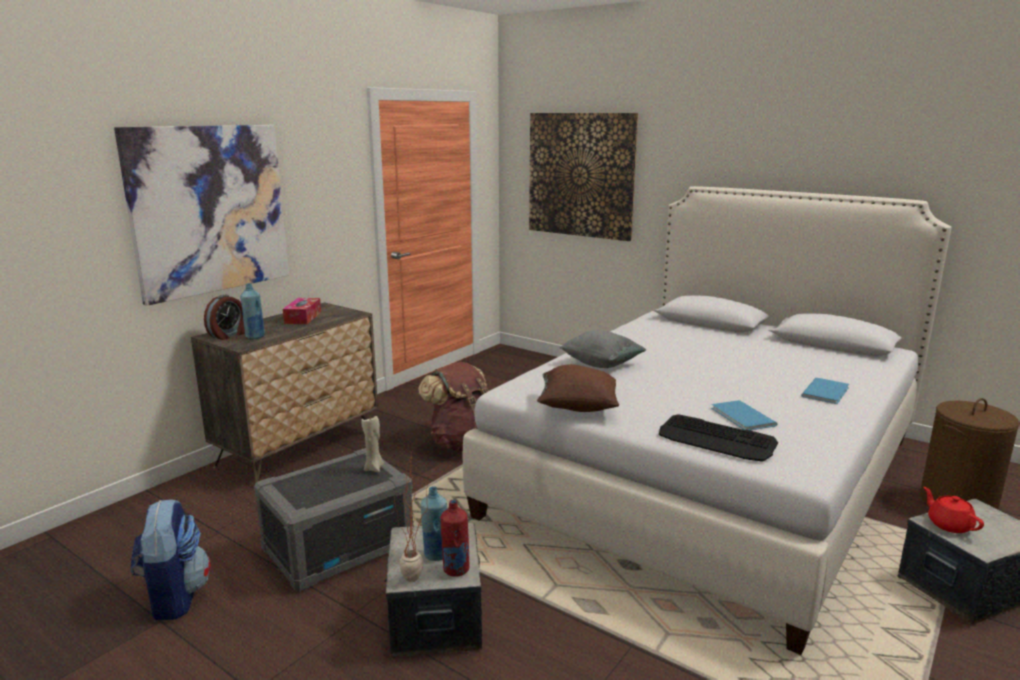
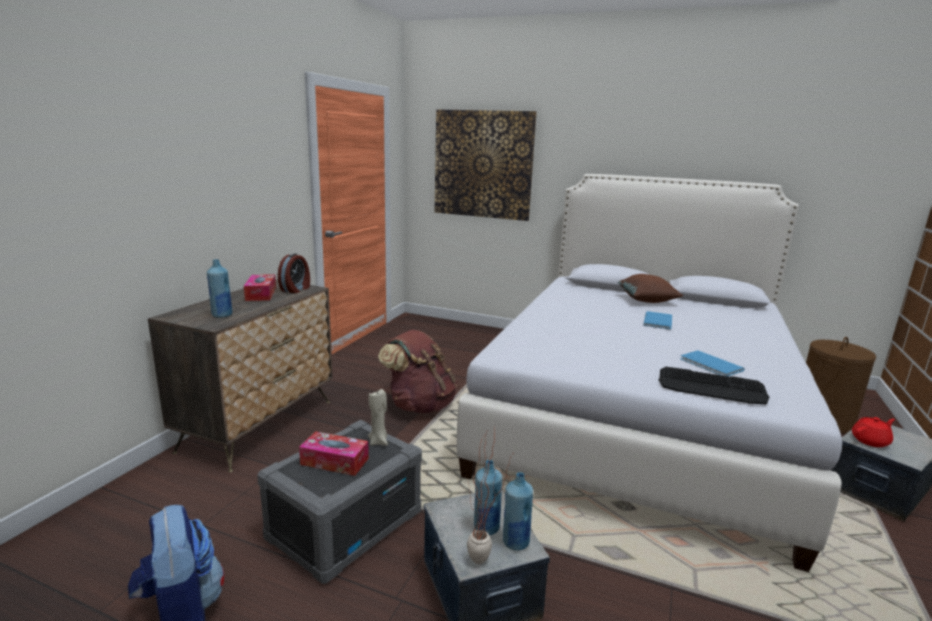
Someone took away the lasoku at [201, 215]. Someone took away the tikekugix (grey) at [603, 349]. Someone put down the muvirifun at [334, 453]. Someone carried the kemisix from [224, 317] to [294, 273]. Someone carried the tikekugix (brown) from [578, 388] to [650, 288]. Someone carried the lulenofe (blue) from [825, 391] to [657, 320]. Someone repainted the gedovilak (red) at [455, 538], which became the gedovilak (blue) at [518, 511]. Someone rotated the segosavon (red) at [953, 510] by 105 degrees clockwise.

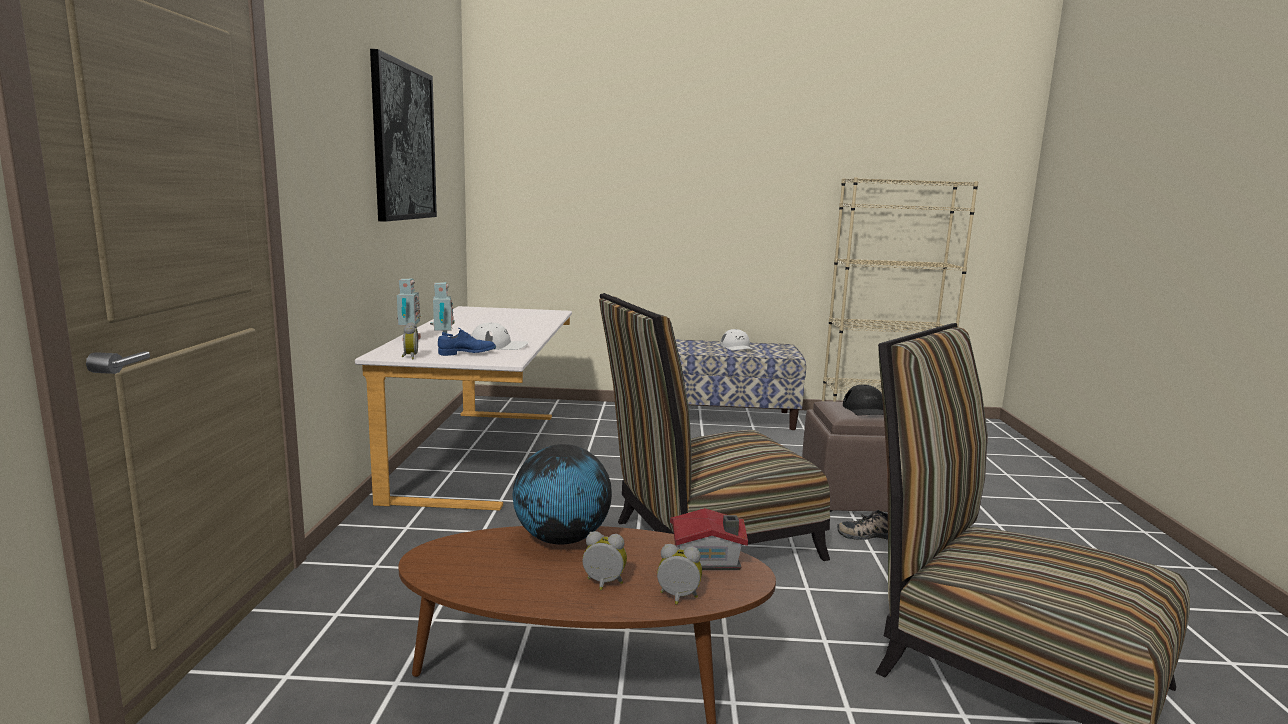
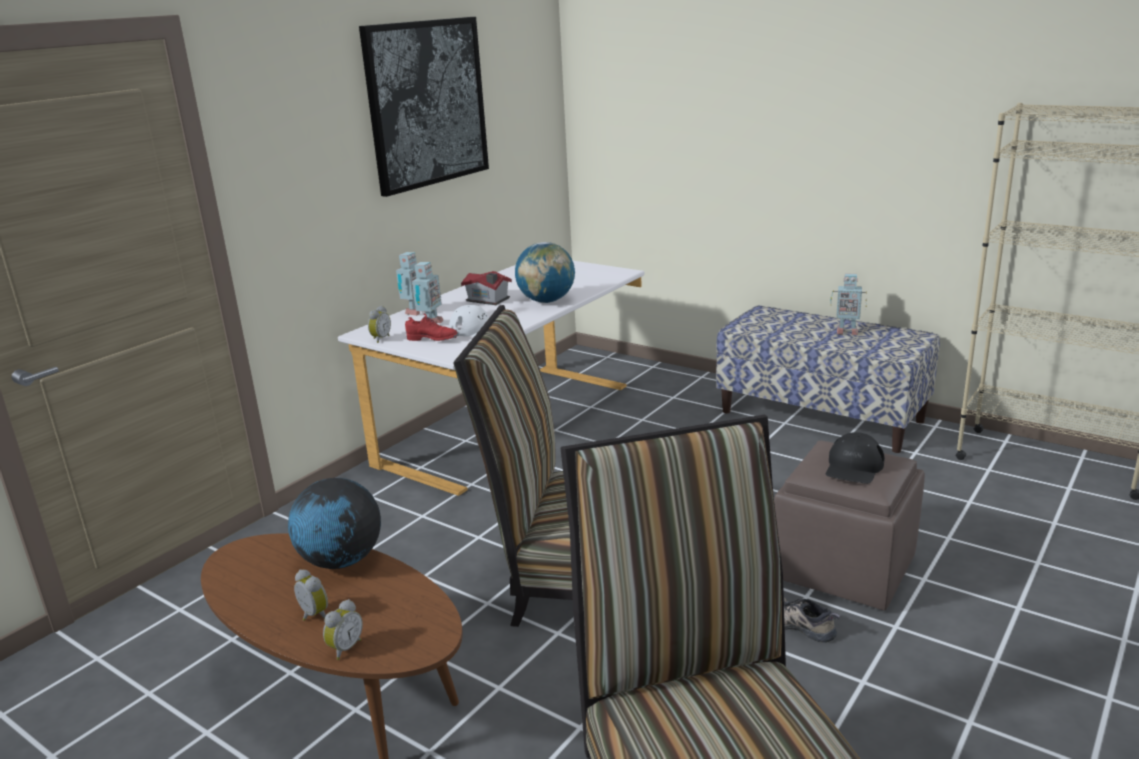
Someone put down the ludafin at [545, 272]. Someone carried the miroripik from [709, 539] to [486, 288]. Someone swapped the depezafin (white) at [737, 339] for the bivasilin at [848, 304]. Someone repainted the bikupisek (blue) at [467, 342], which became the bikupisek (red) at [432, 327]. Someone rotated the kemisix at [679, 574] by 75 degrees clockwise.

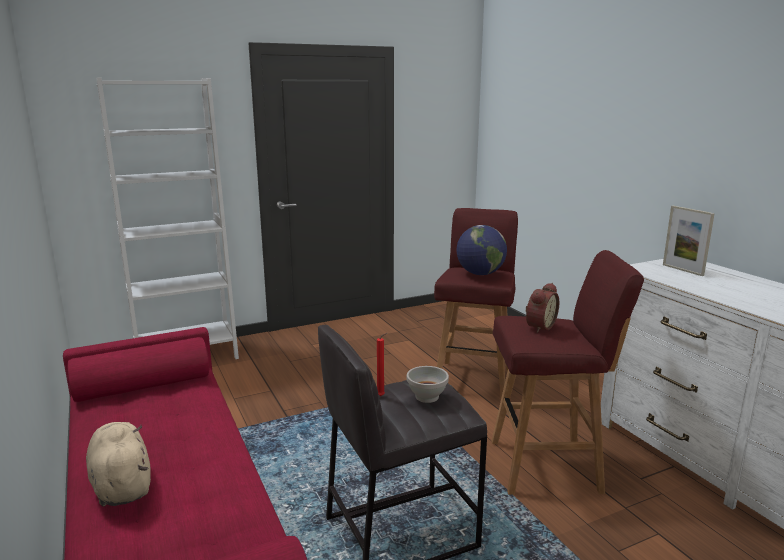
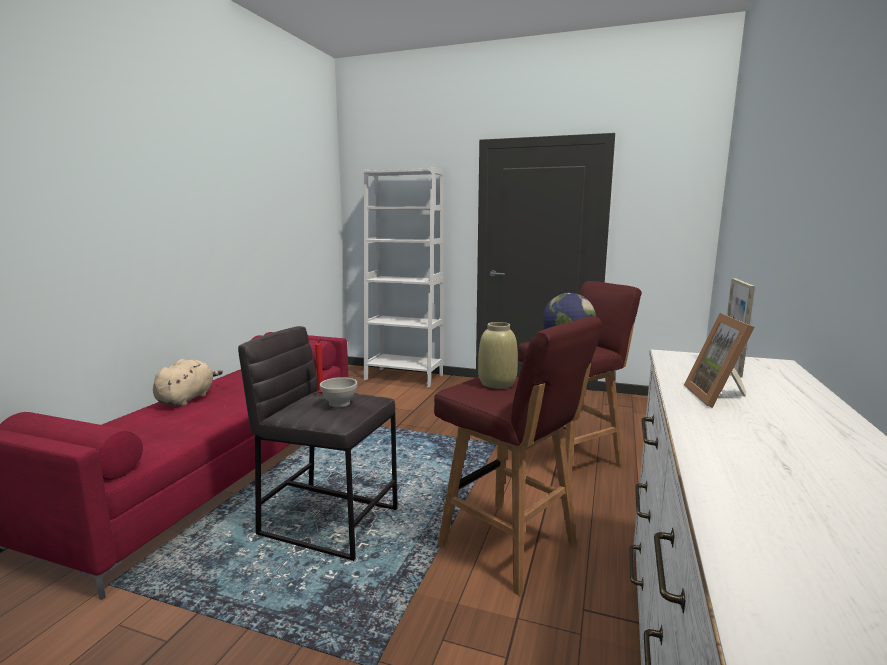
Someone put down the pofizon at [719, 360]. Someone swapped the kemisix at [542, 308] for the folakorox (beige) at [498, 355].

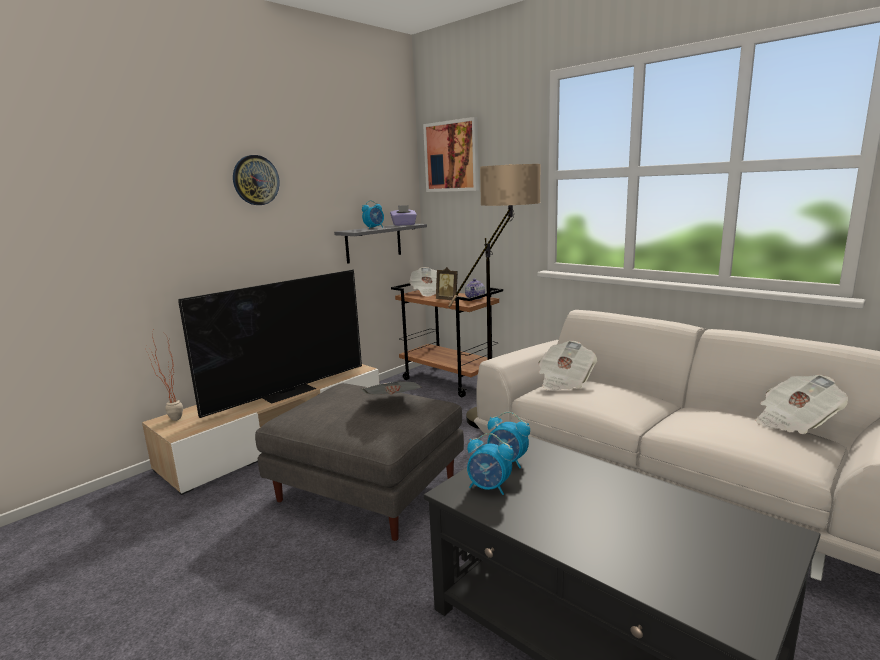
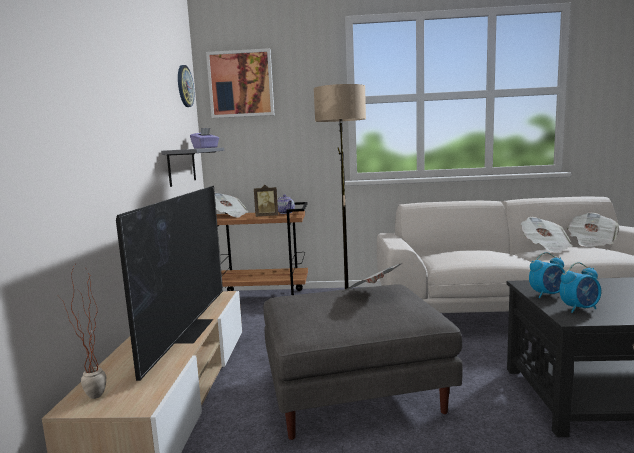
Someone took away the kemisix at [373, 214]. Someone carried the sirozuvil from [256, 180] to [186, 86]. Someone carried the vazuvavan from [567, 366] to [547, 235].

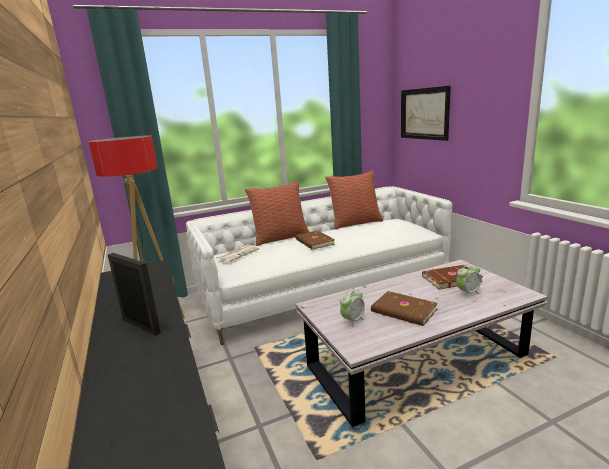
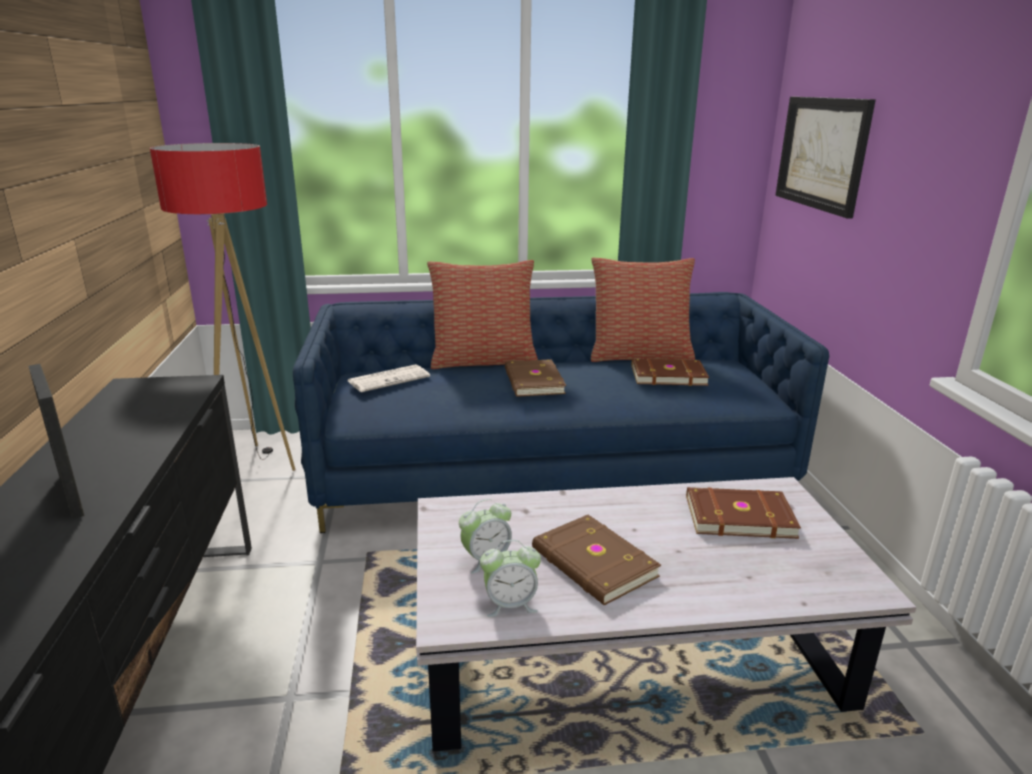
Someone put down the lulenofe (brown) at [670, 372]. Someone carried the kemisix from [468, 280] to [510, 578]. Someone repainted the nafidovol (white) at [319, 265], which became the nafidovol (blue) at [561, 412].

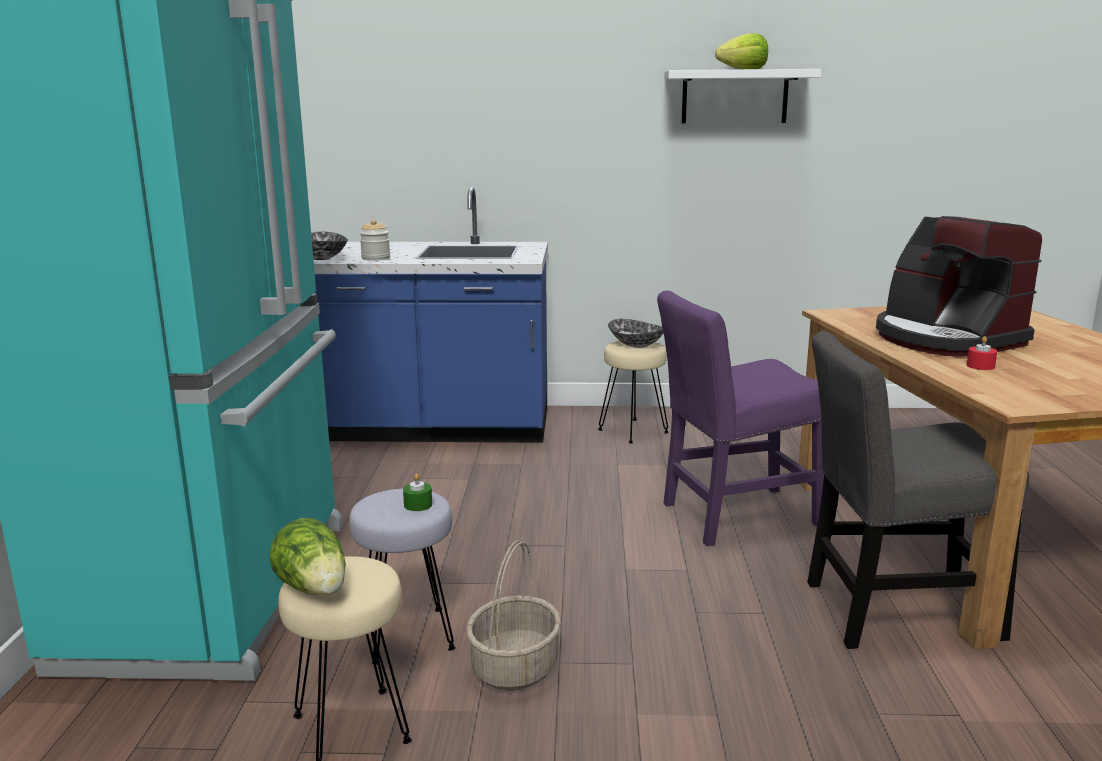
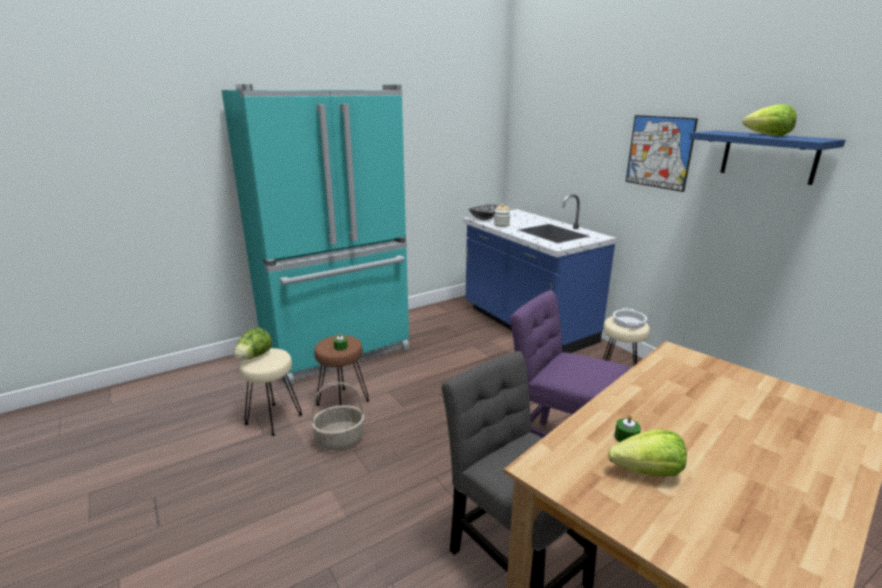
Someone took away the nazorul at [959, 286]. Someone put down the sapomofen at [647, 453]. Someone put up the lasoku at [662, 153]. Someone swapped the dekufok at [635, 333] for the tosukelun at [630, 318]. Someone repainted the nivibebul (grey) at [402, 577], which became the nivibebul (brown) at [342, 370]. Someone repainted the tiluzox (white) at [742, 96], which became the tiluzox (blue) at [767, 158]. Someone repainted the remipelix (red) at [982, 353], which became the remipelix (green) at [628, 428].

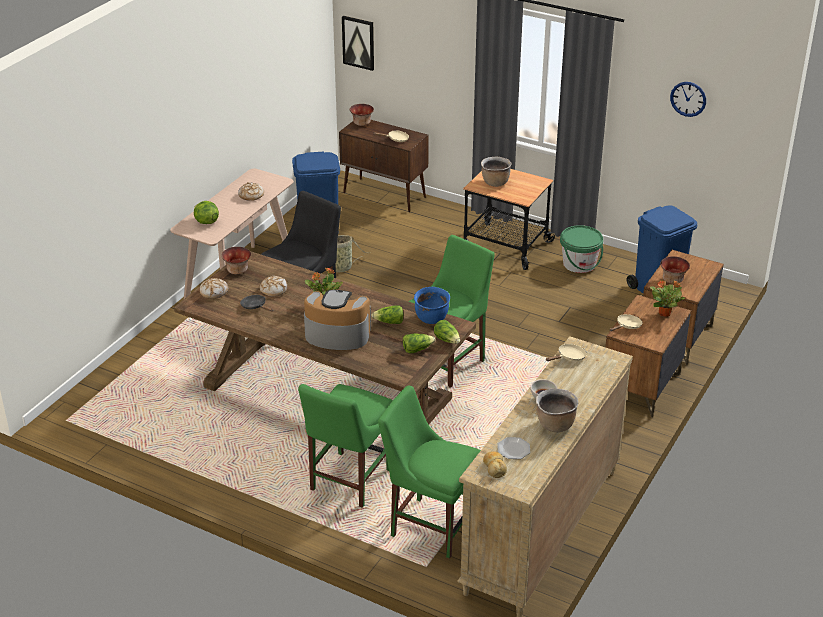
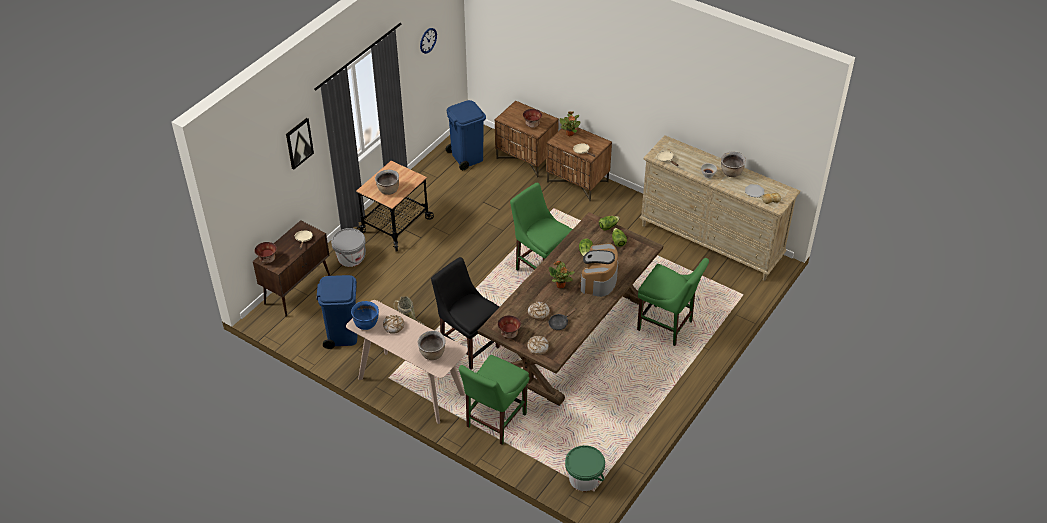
Someone put down the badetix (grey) at [348, 247]. Someone carried the lasoku from [358, 43] to [300, 144]. Someone carried the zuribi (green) from [429, 472] to [494, 399]. Someone carried the tosukelun (blue) from [432, 305] to [365, 315]. Someone carried the badetix (green) from [581, 249] to [585, 468]. Someone swapped the sapomofen at [206, 212] for the tosukelun (brown) at [432, 345].

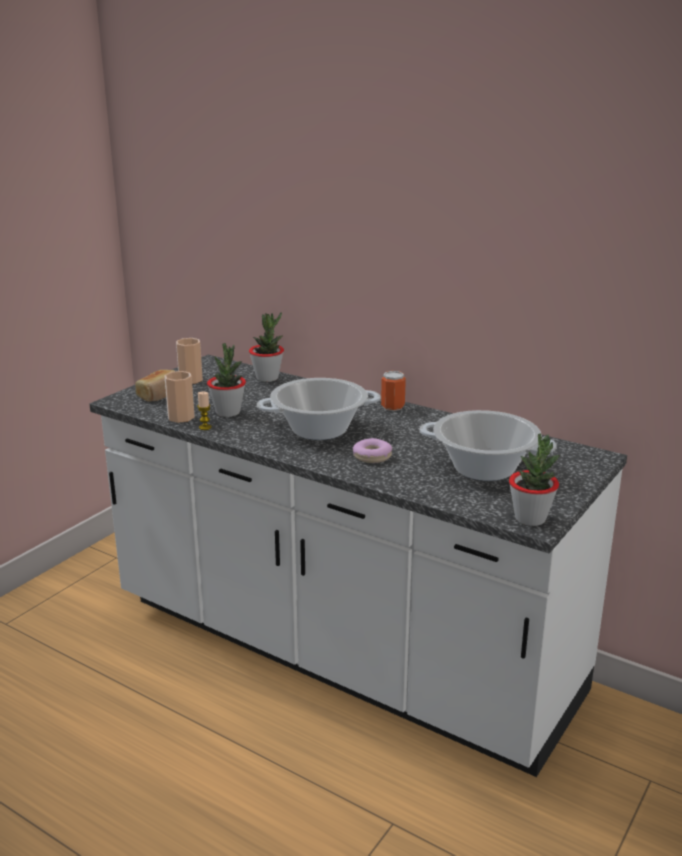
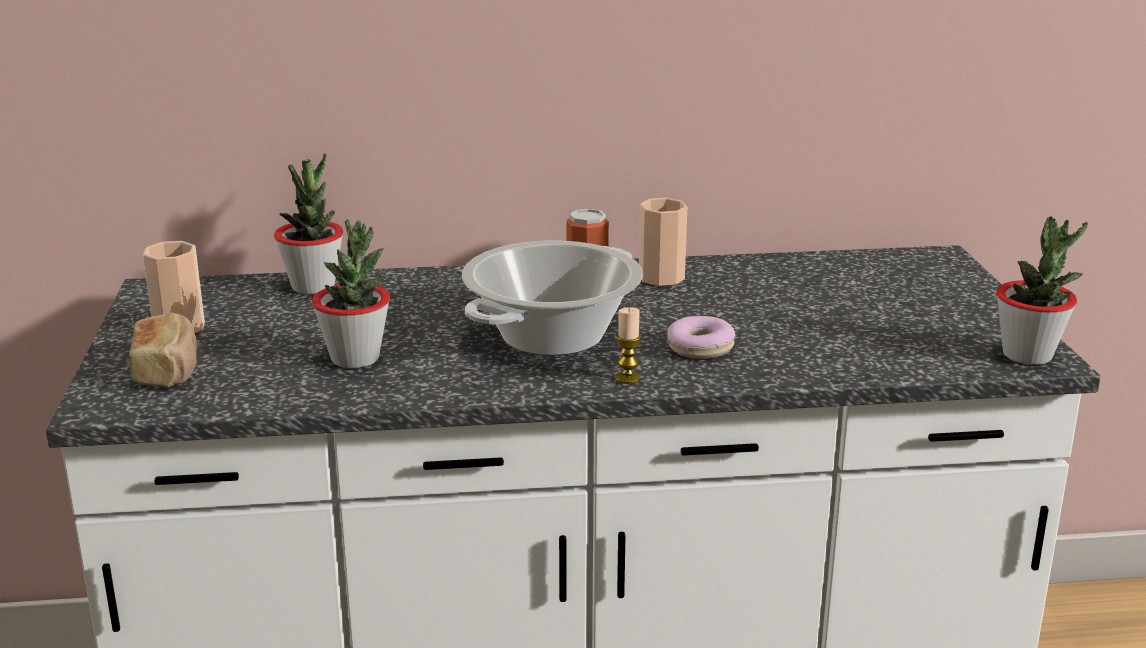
Someone took away the tosukelun at [488, 445]. Someone carried the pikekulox from [180, 397] to [663, 242]. Someone carried the remipelix from [204, 411] to [628, 345].

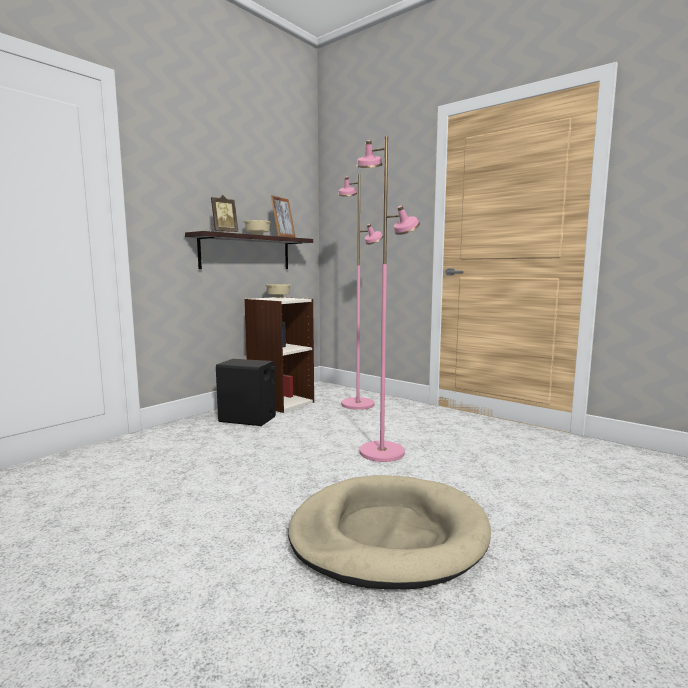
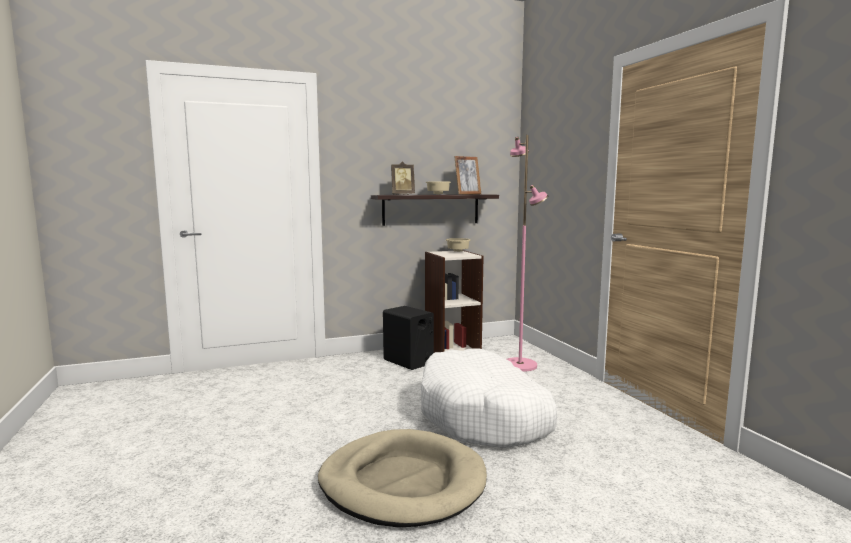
Someone swapped the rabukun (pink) at [388, 299] for the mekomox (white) at [489, 398].

